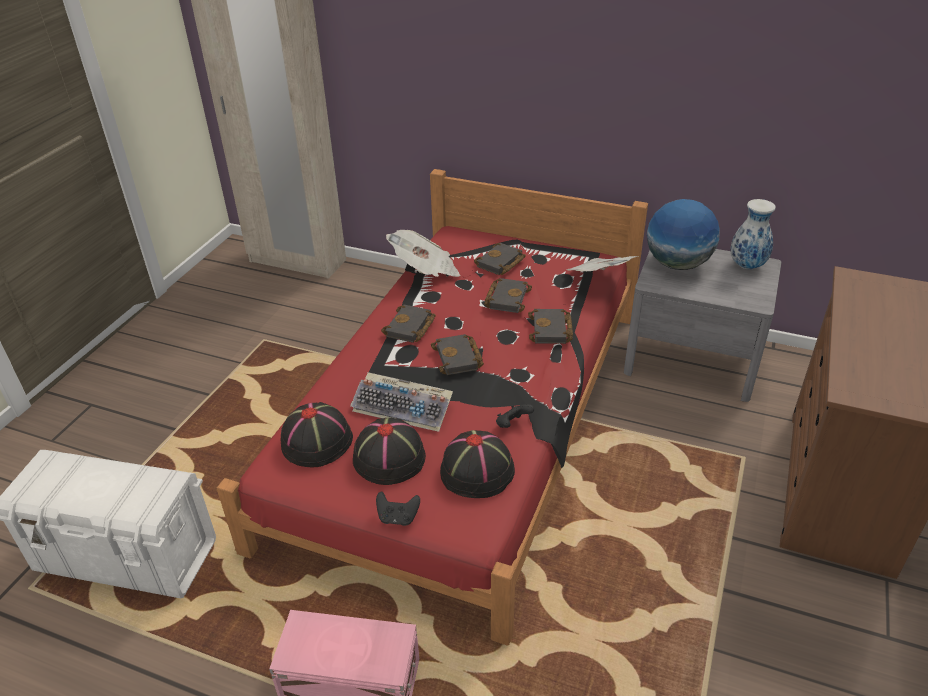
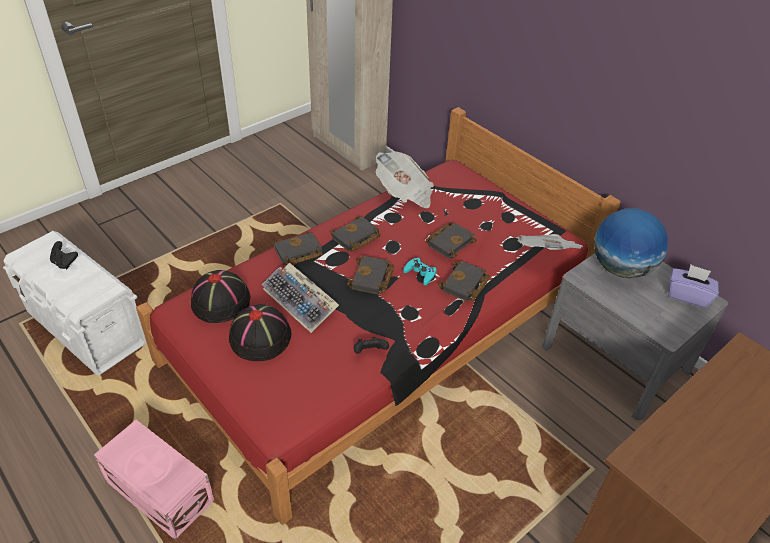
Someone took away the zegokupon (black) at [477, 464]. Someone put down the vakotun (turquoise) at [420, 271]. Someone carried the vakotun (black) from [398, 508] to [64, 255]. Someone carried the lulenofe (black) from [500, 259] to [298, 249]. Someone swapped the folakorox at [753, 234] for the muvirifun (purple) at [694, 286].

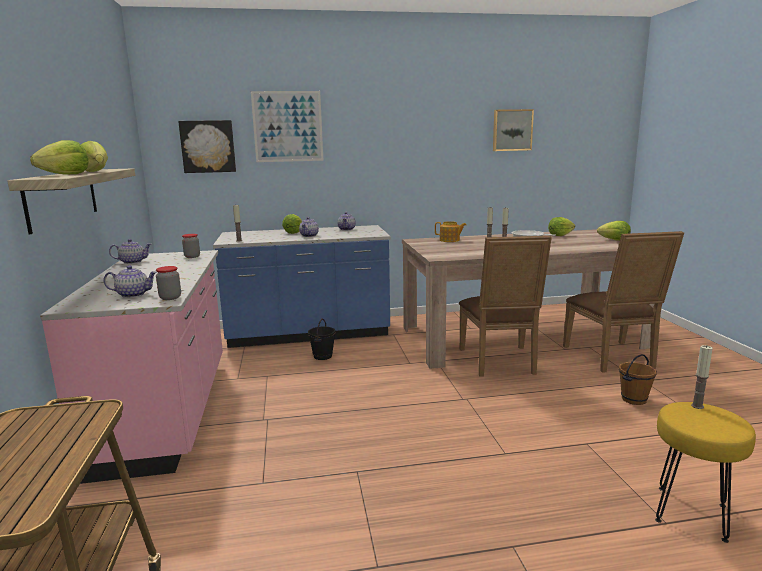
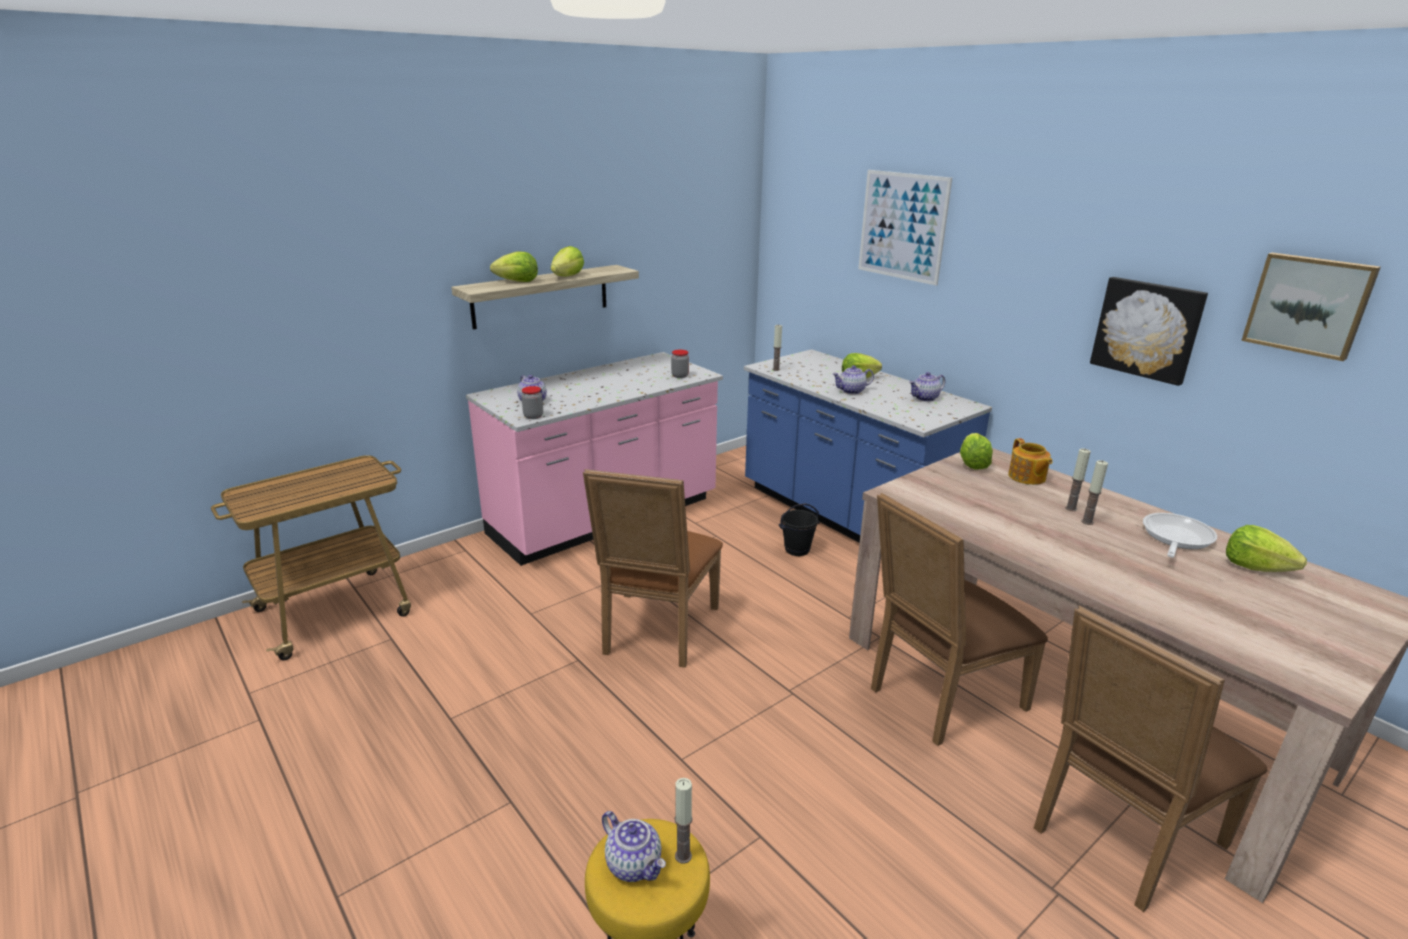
Someone took away the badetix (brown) at [638, 379]. Someone put down the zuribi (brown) at [653, 568]. Someone carried the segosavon from [130, 251] to [634, 846]. Someone carried the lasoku from [207, 146] to [1149, 331]. Someone carried the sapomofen from [614, 231] to [976, 451].

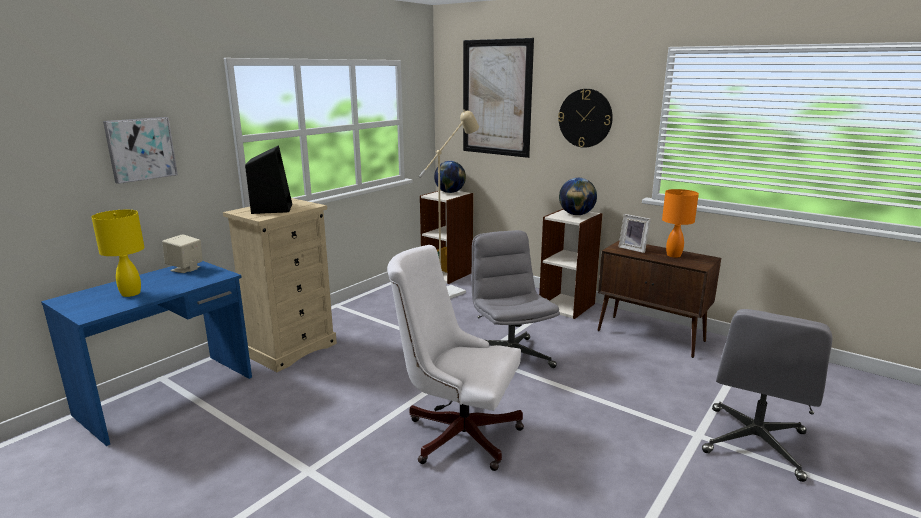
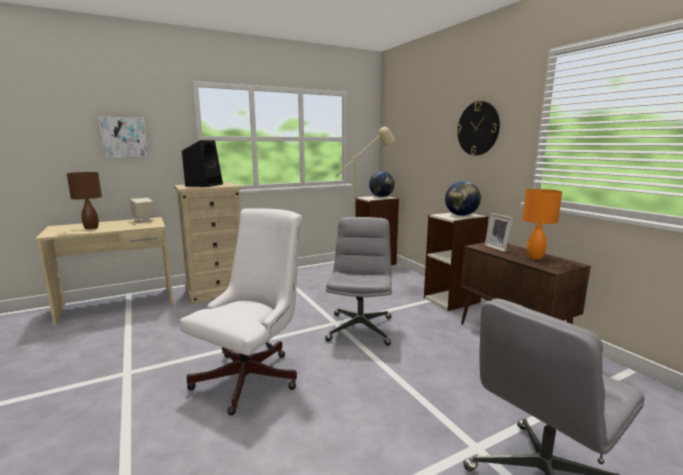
Someone took away the lasoku at [498, 98]. Someone repainted the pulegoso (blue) at [146, 353], which became the pulegoso (beige) at [104, 271]. Someone repainted the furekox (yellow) at [118, 253], which became the furekox (brown) at [84, 200]. Someone rotated the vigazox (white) at [455, 358] by 75 degrees clockwise.

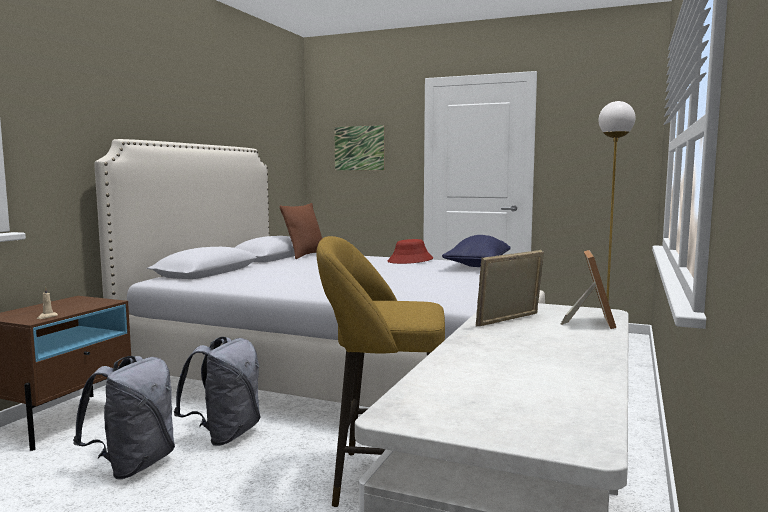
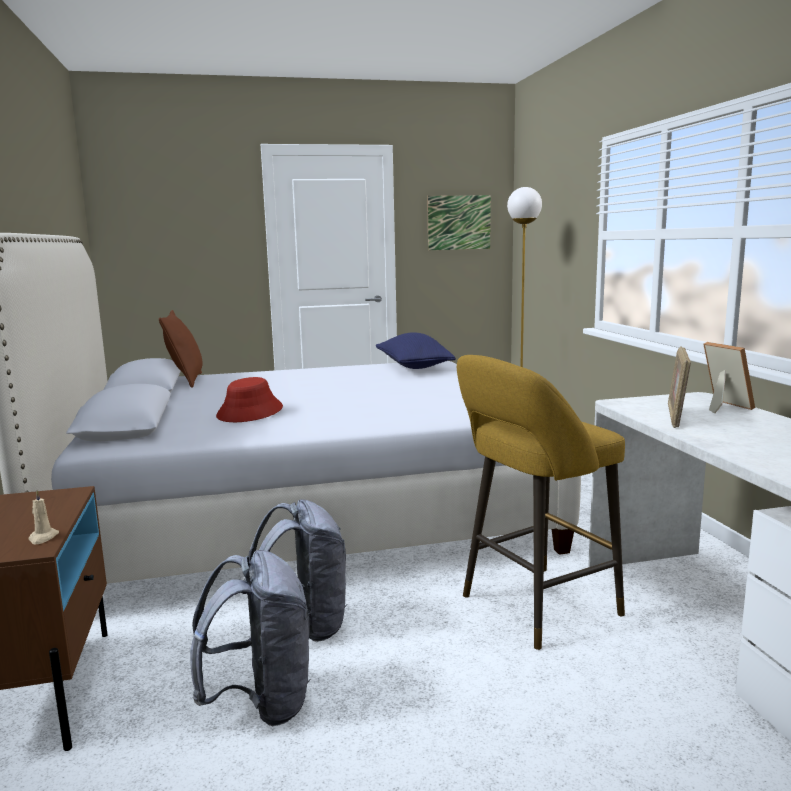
Someone carried the lasoku from [359, 147] to [459, 222]. Someone carried the zegokupon (red) from [410, 251] to [249, 399].

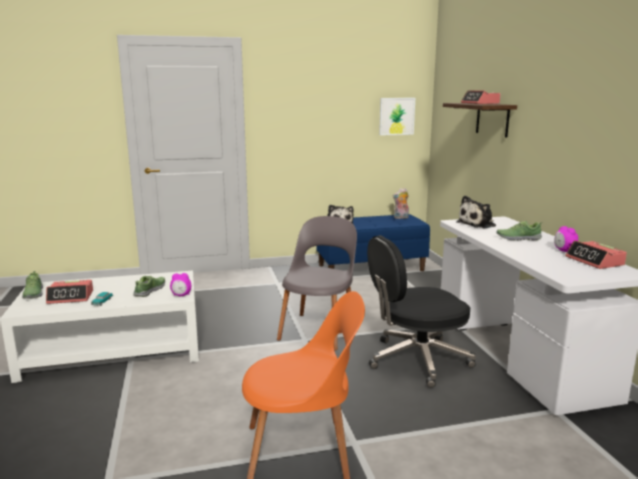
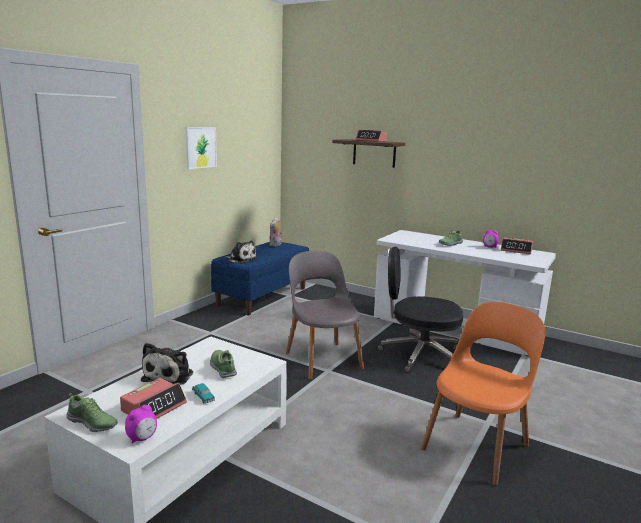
Someone carried the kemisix from [180, 284] to [141, 424]. Someone carried the lasoku from [397, 116] to [201, 148]. Someone carried the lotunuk from [476, 212] to [167, 364]. Someone rotated the vigazox (black) at [421, 311] by 75 degrees clockwise.

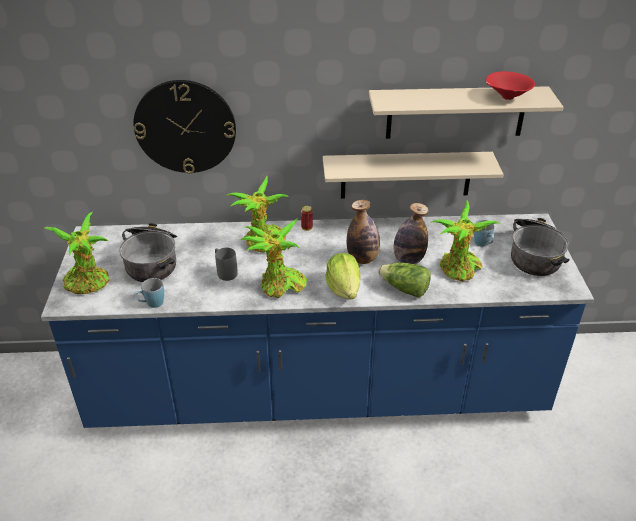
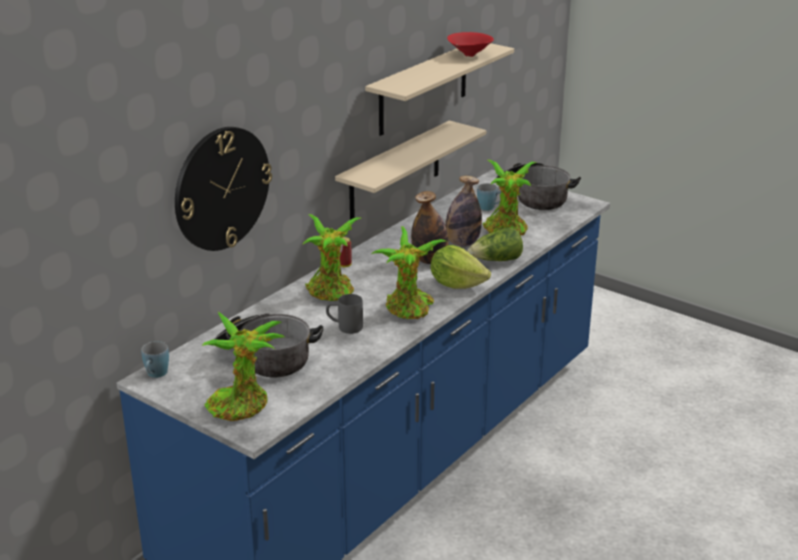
Someone carried the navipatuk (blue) from [149, 293] to [155, 359].

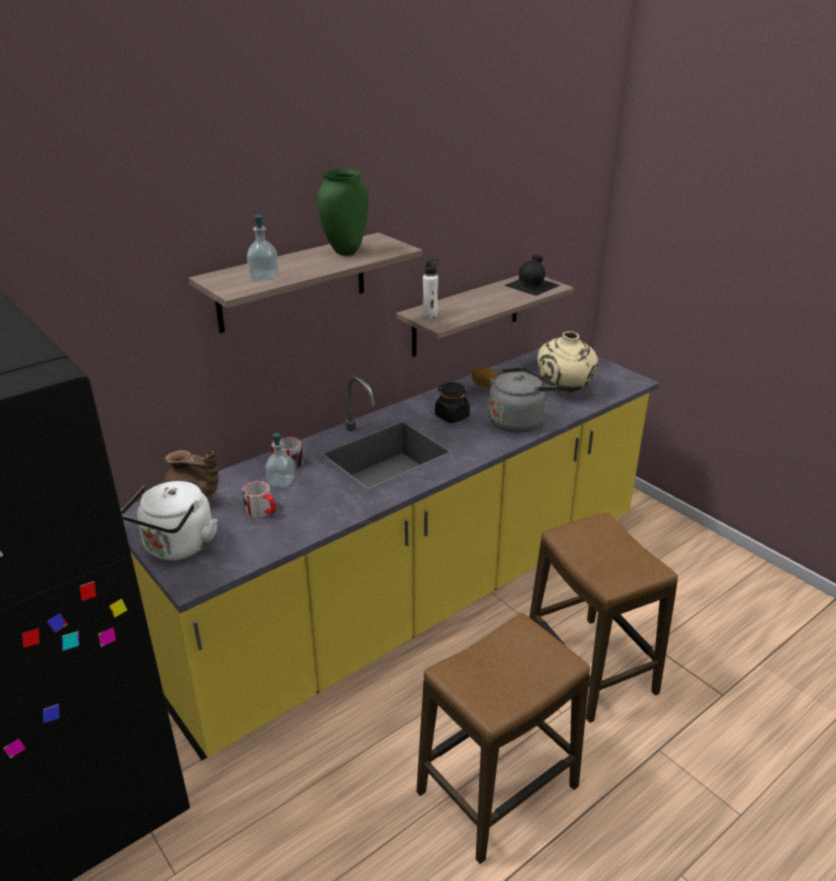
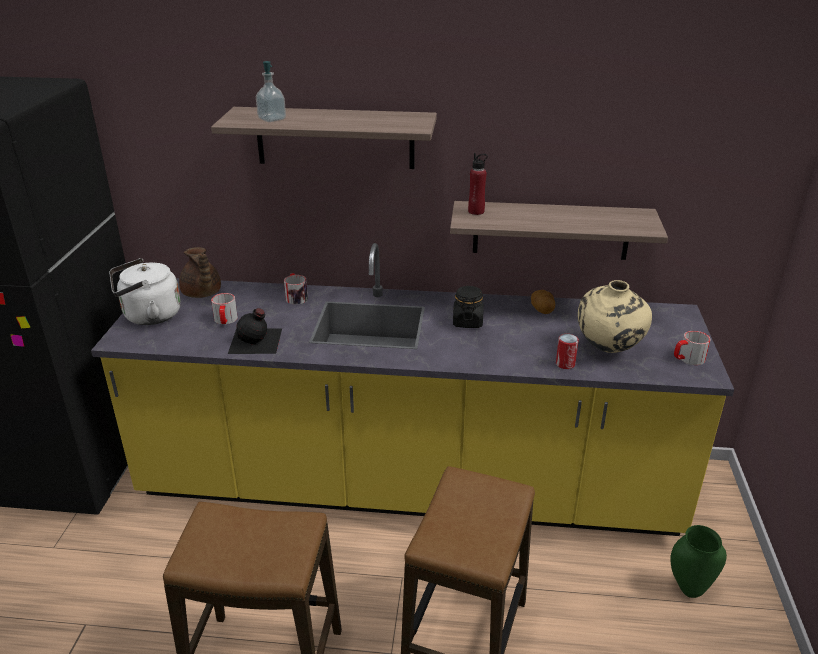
Someone took away the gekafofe at [280, 460]. Someone took away the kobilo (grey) at [523, 400]. Someone put down the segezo at [567, 351]. Someone put down the navipatuk at [692, 348]. Someone carried the folakorox (green) from [342, 212] to [698, 561]. Someone carried the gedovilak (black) from [532, 275] to [255, 331]. Someone repainted the gedovilak (white) at [430, 288], which became the gedovilak (red) at [478, 184].

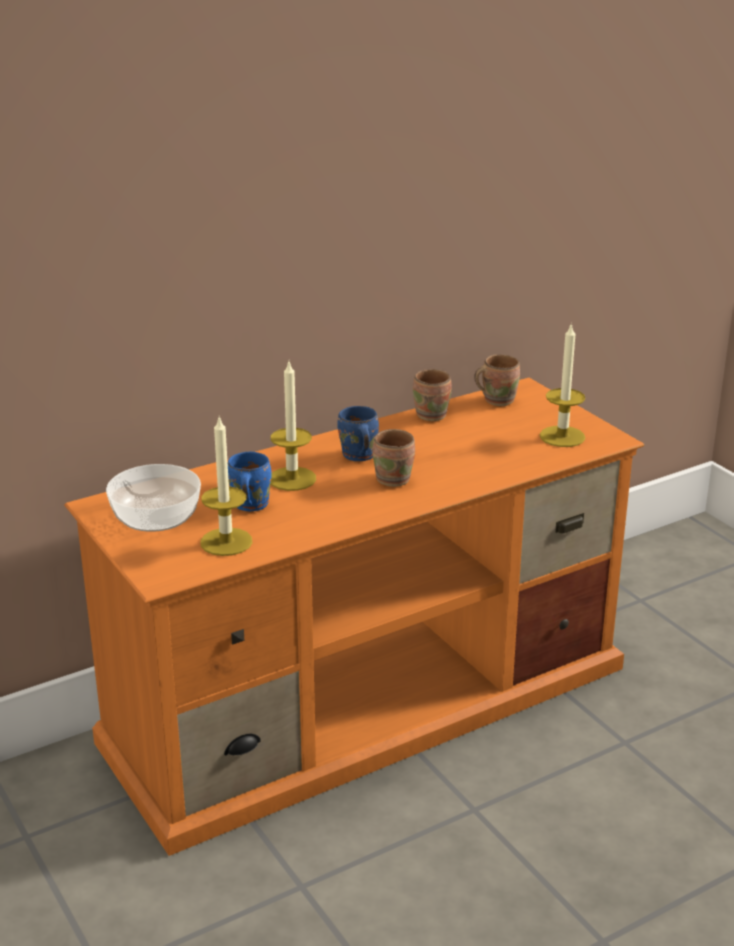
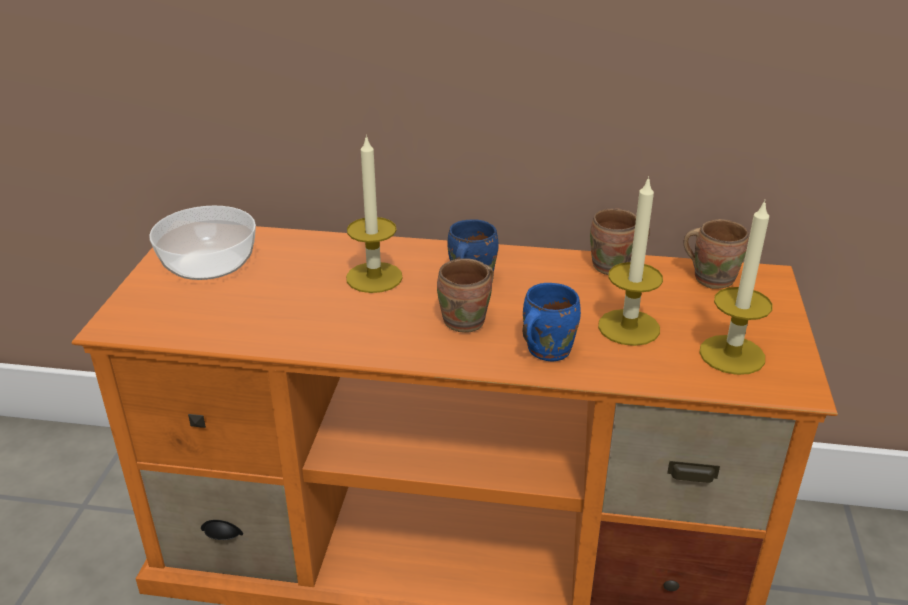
Someone carried the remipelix from [226, 486] to [630, 261]. Someone carried the navipatuk (blue) from [250, 481] to [551, 322].

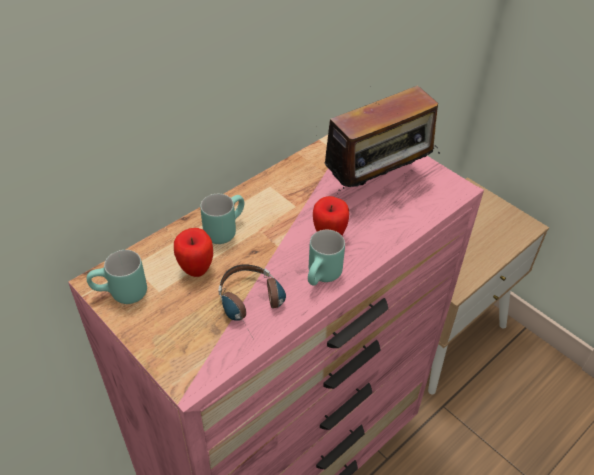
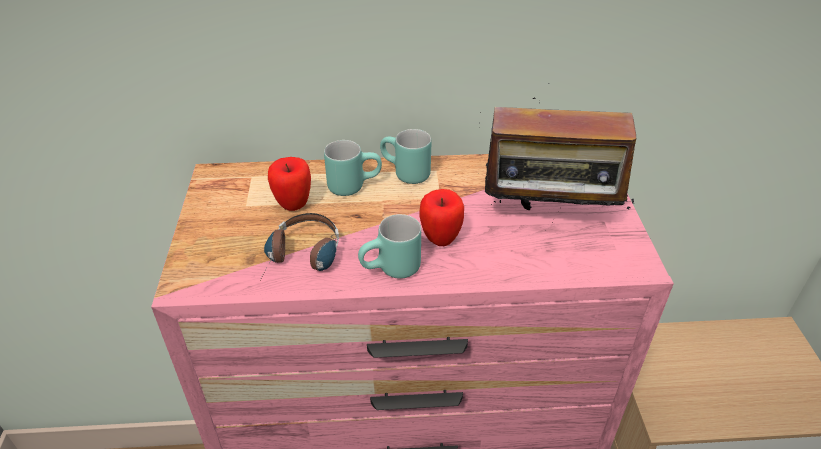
Someone carried the navipatuk (turquoise) from [117, 277] to [405, 156].

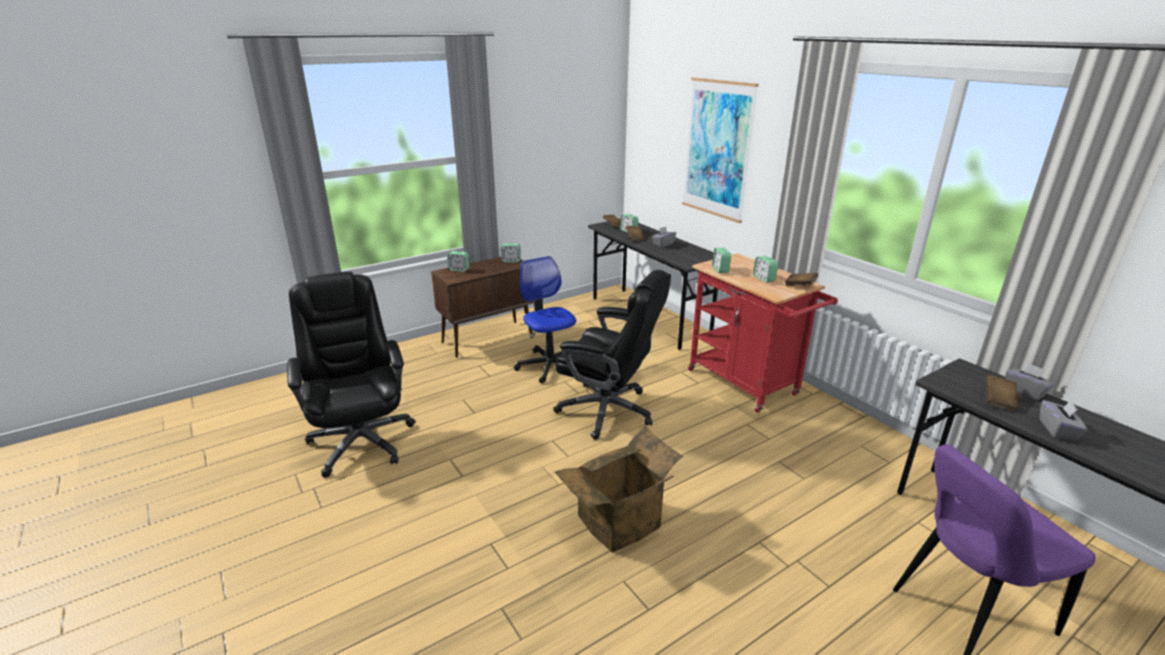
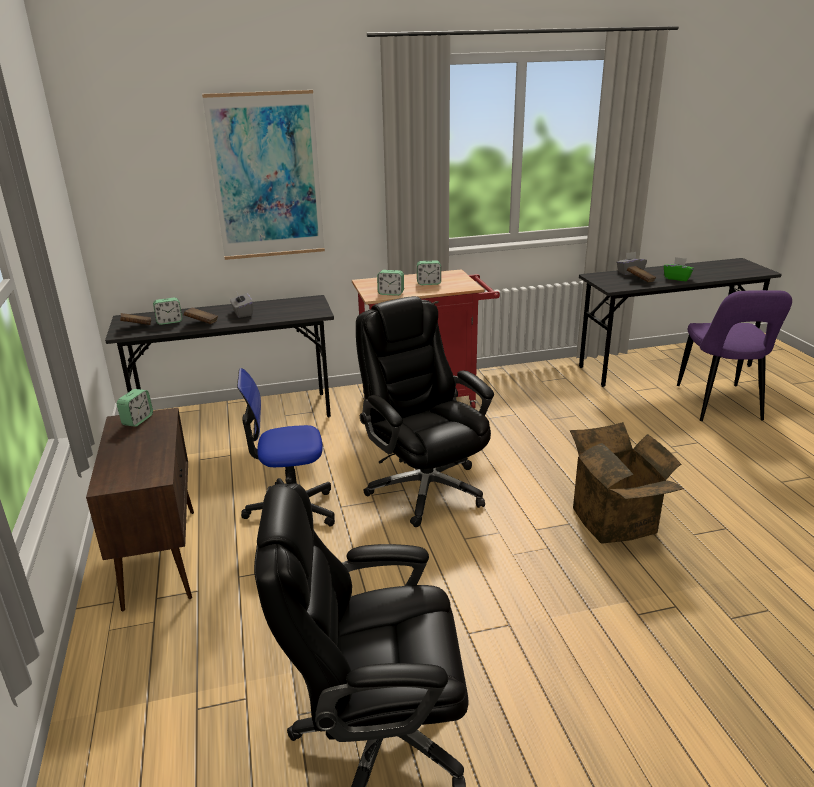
Someone took away the kemisix at [458, 261]. Someone took away the lulenofe (brown) at [801, 279]. Someone repainted the muvirifun (grey) at [1063, 420], which became the muvirifun (green) at [679, 269]. Someone rotated the vigazox (black) at [612, 355] by 75 degrees counterclockwise.

